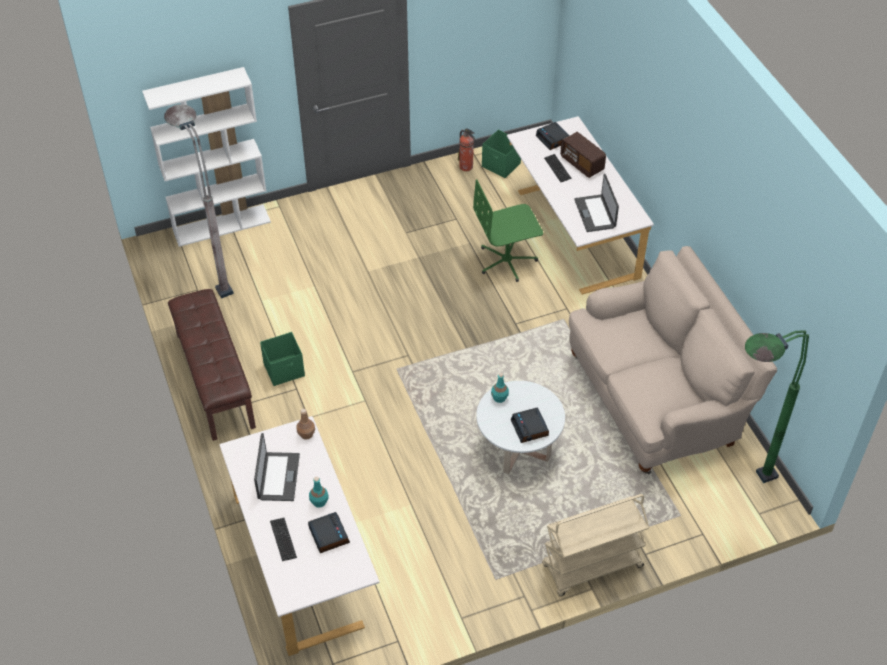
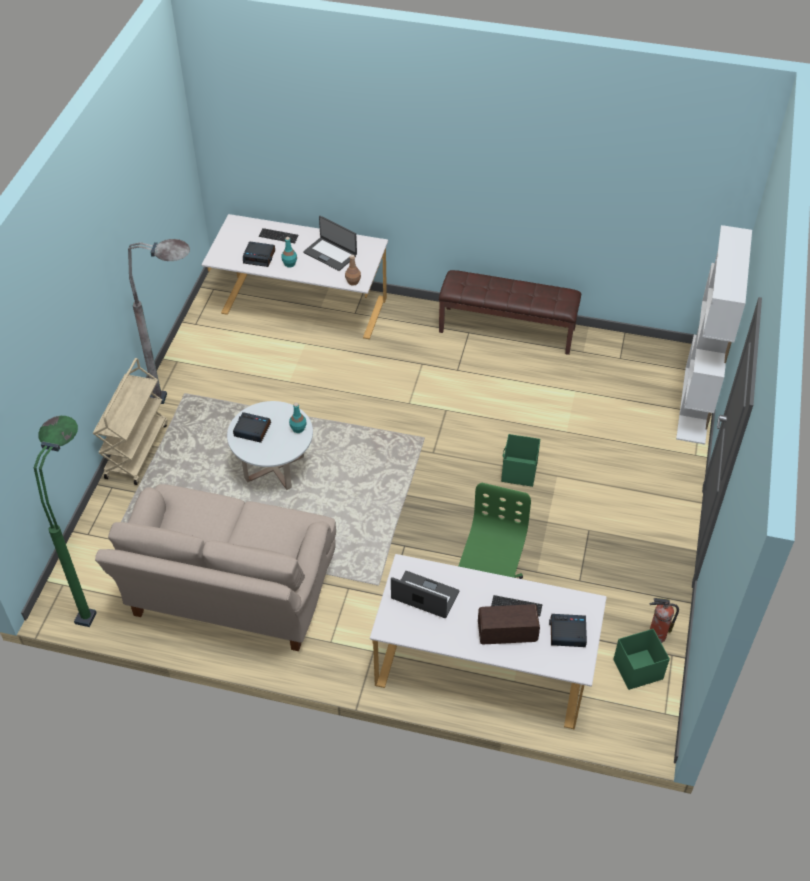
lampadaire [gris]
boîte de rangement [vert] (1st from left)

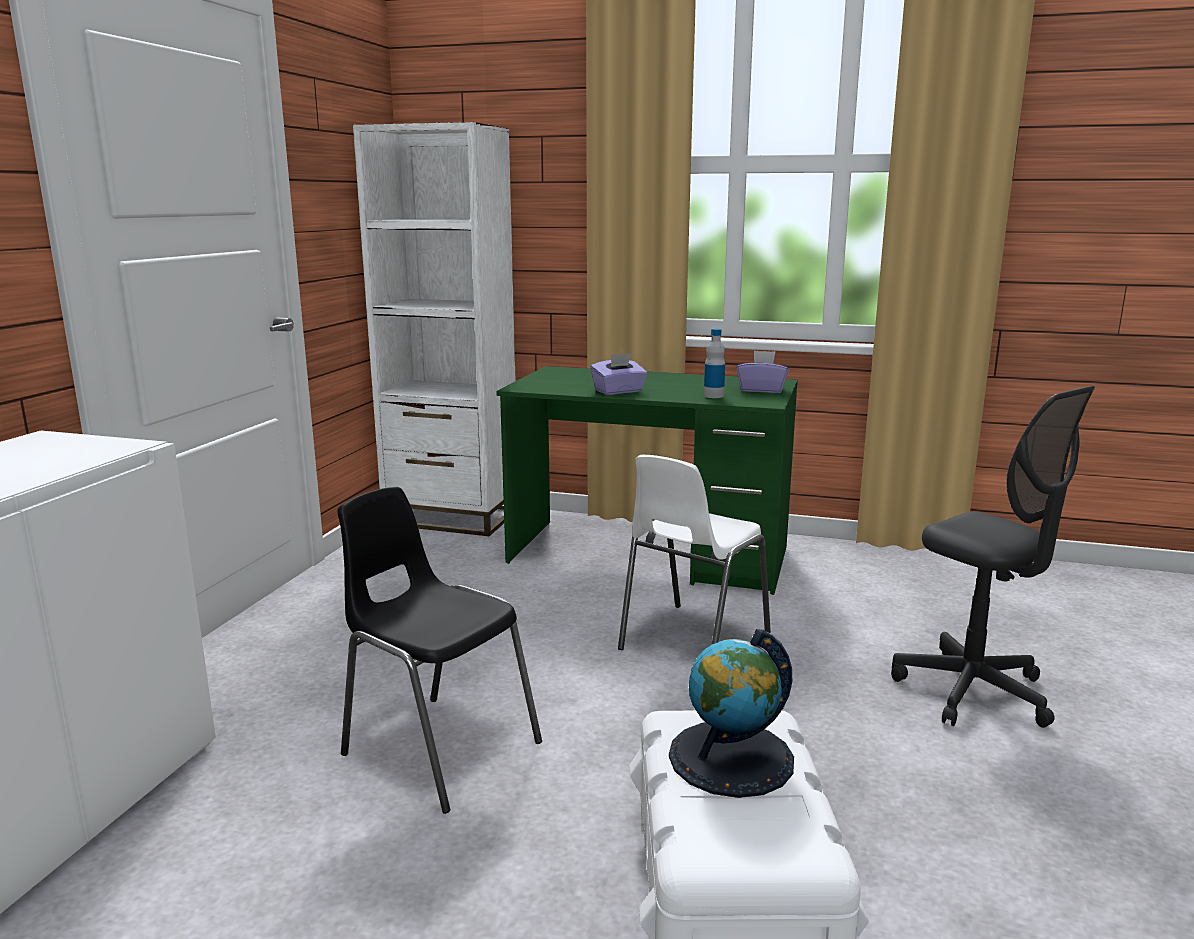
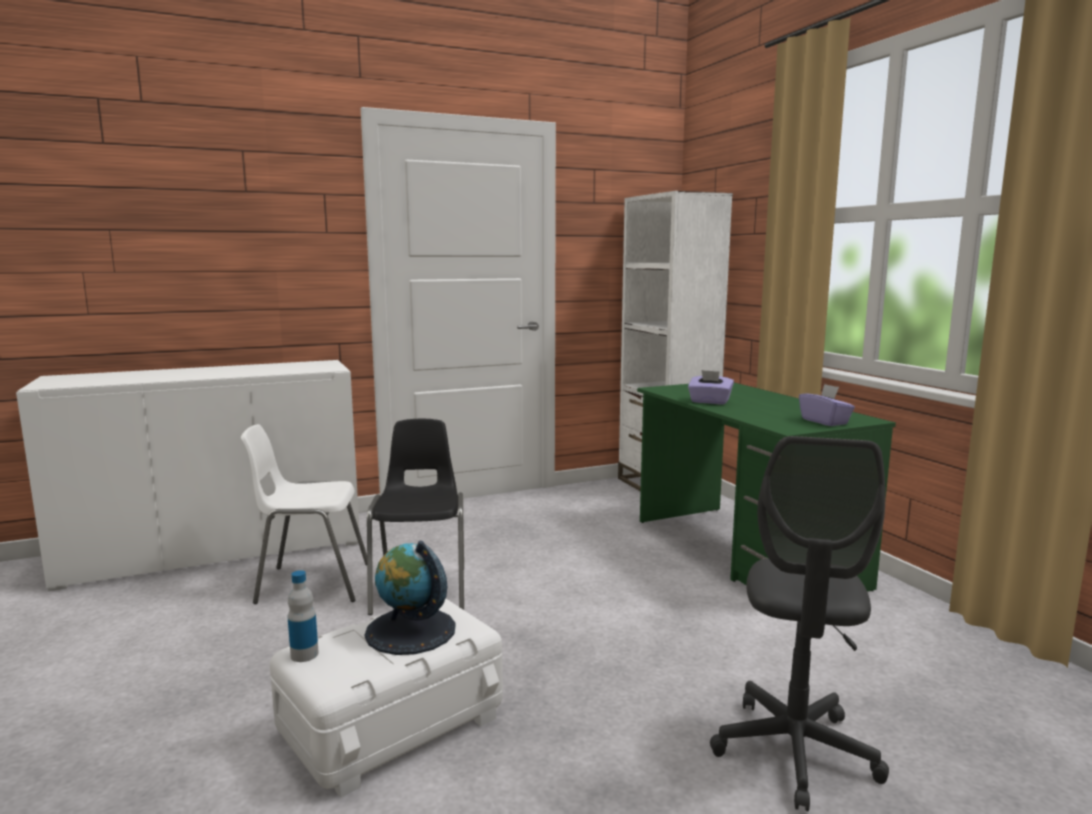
chaise [blanc]
bouteille

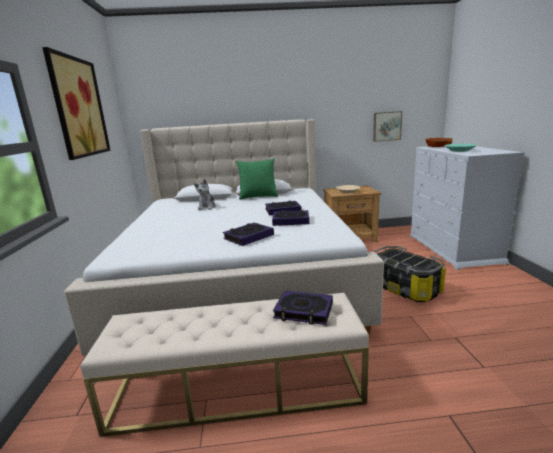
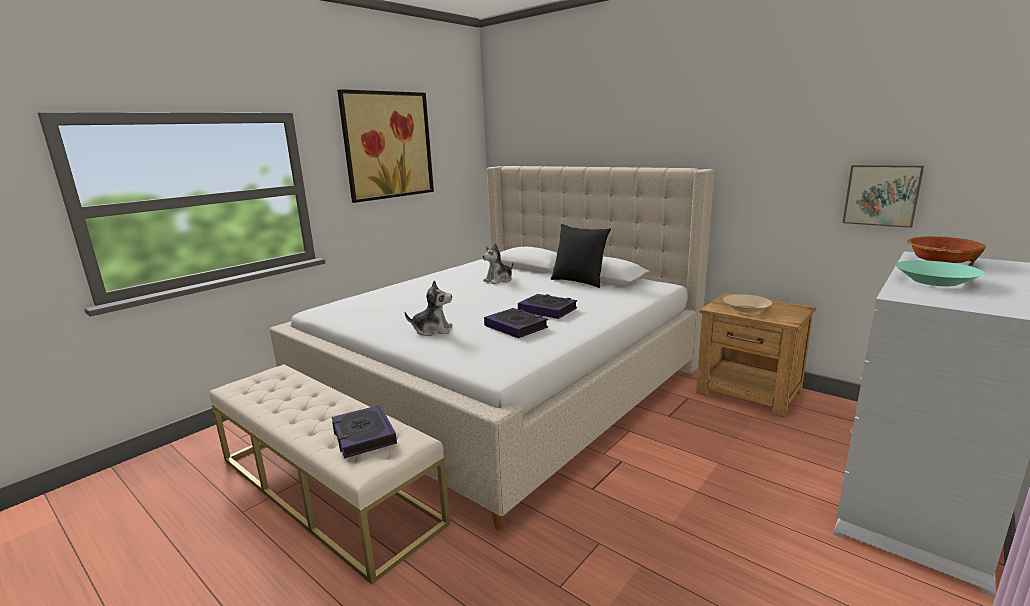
peluche (1st from left)
coussin [noir]
boîte de rangement

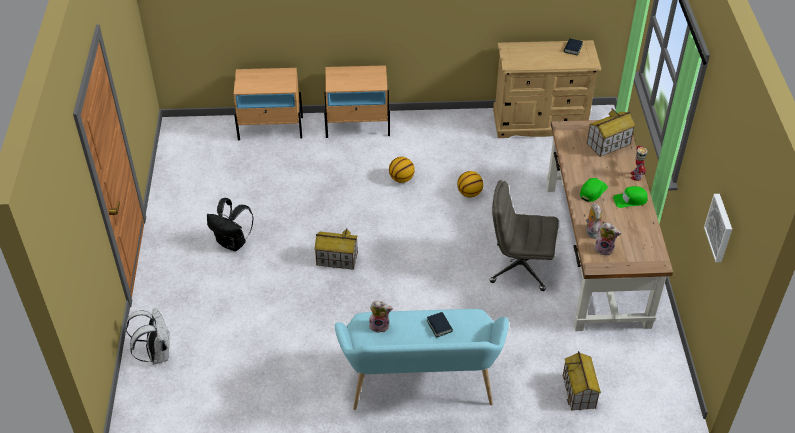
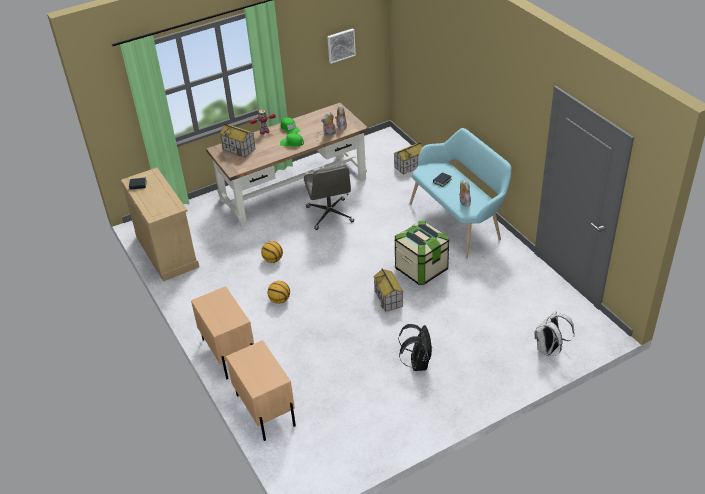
boîte de rangement

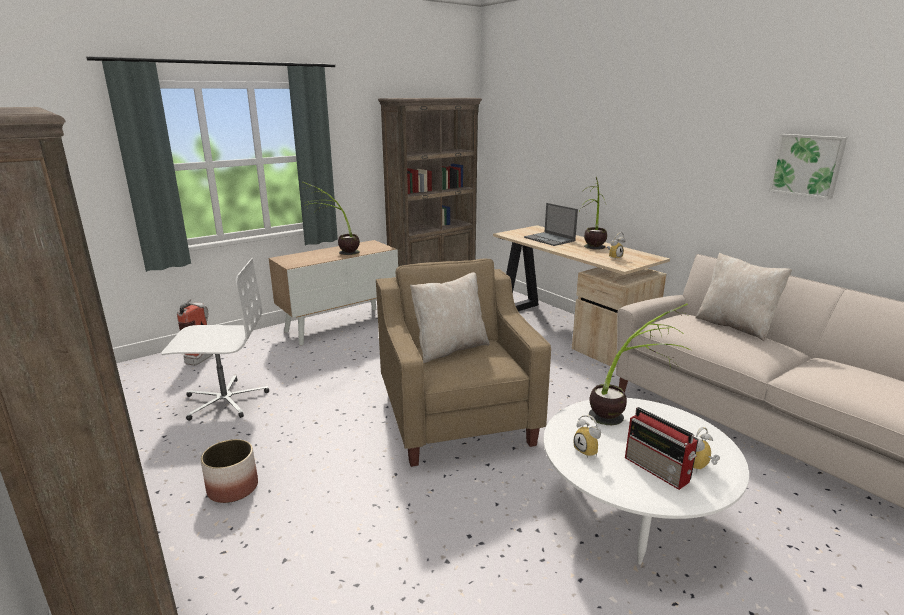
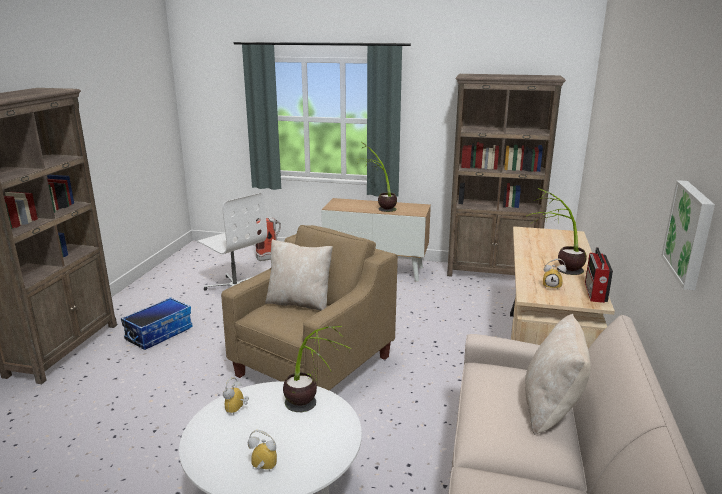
boîte de rangement
ordinateur portable
radio

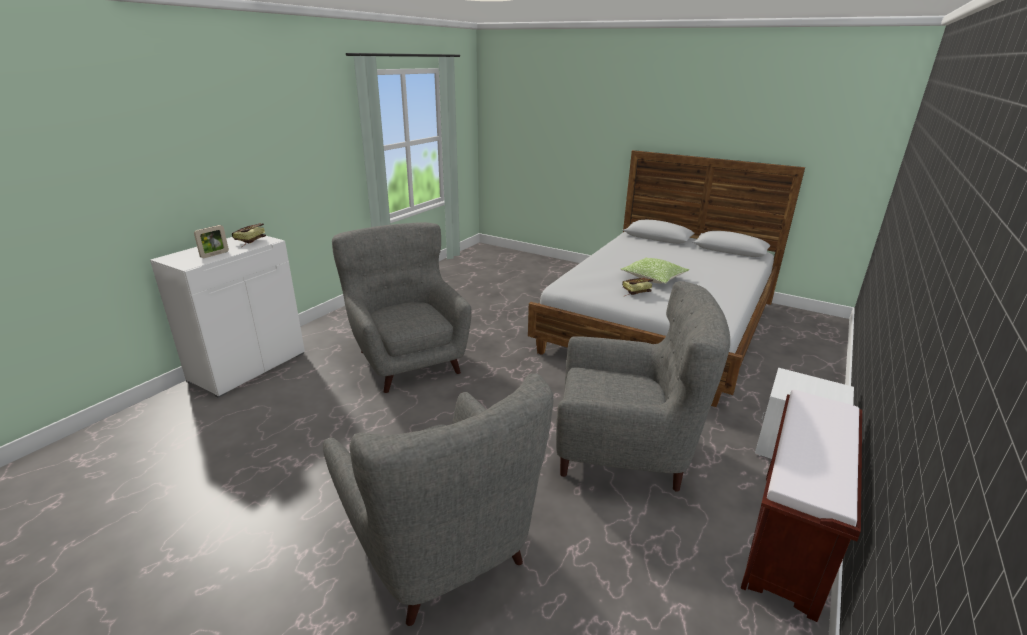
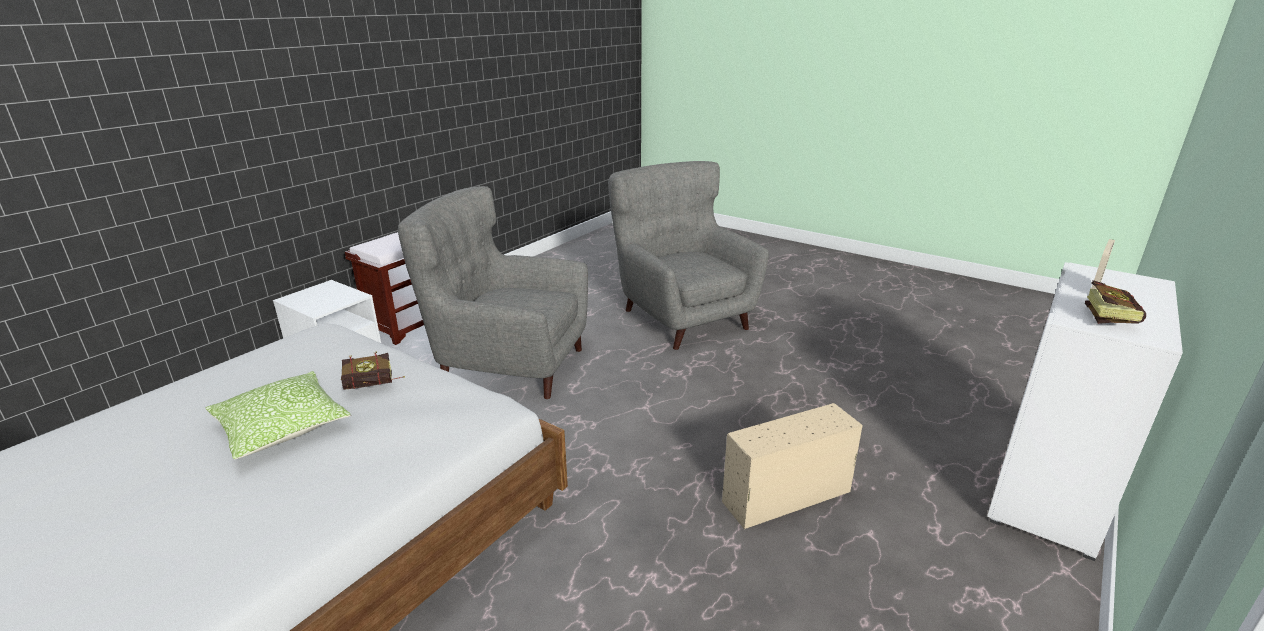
boîte de rangement [beige]

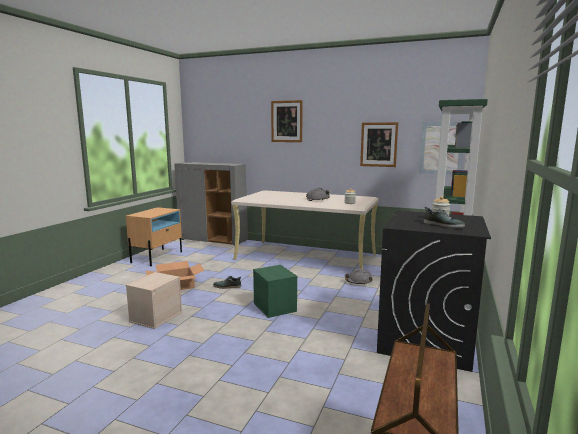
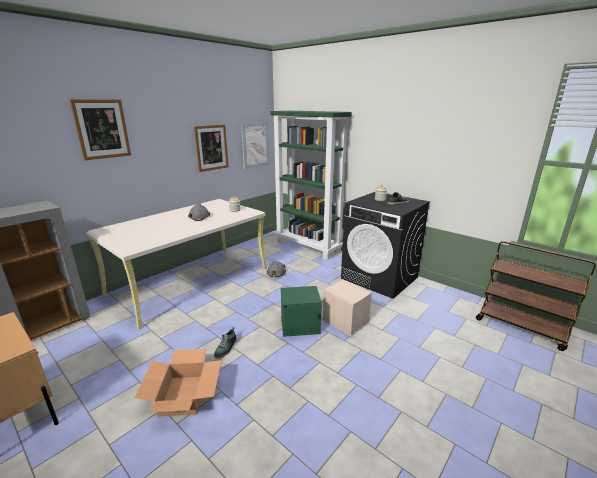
boîte de rangement [beige]

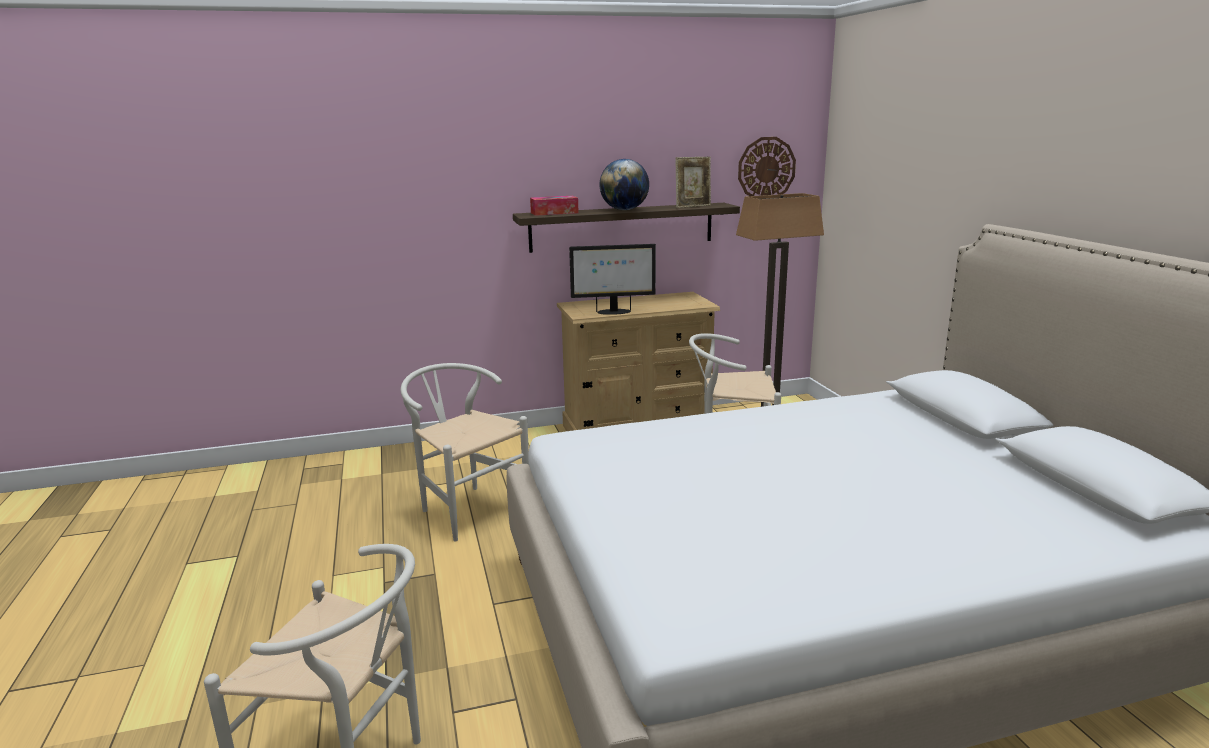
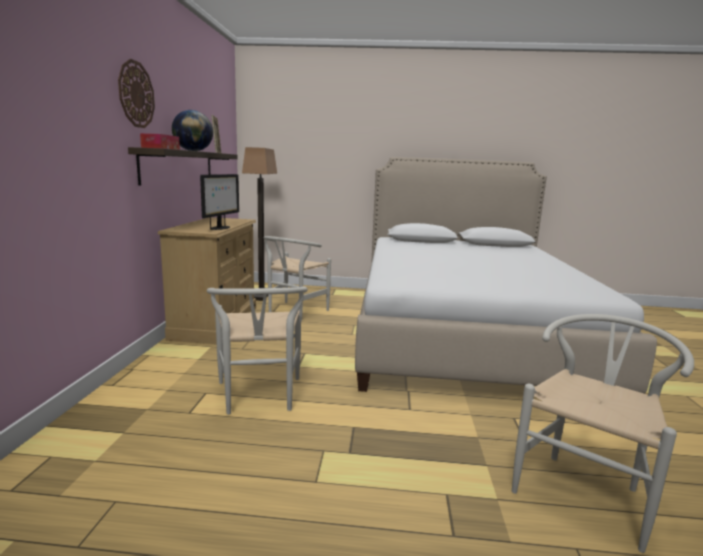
chaise [blanc] (1st from left)
horloge murale

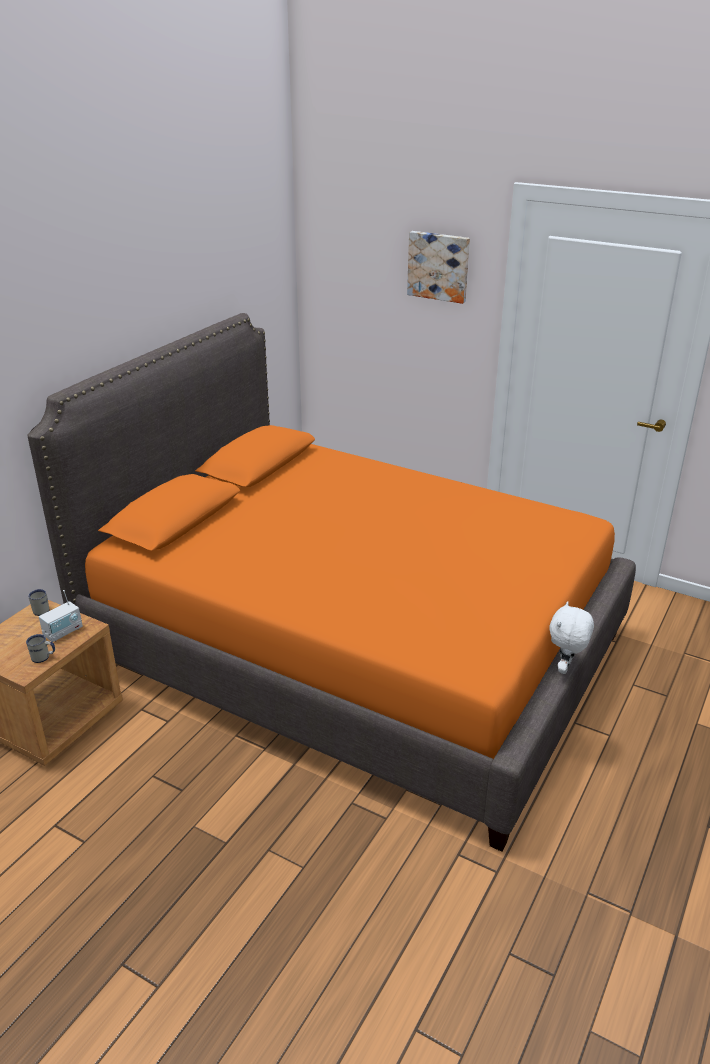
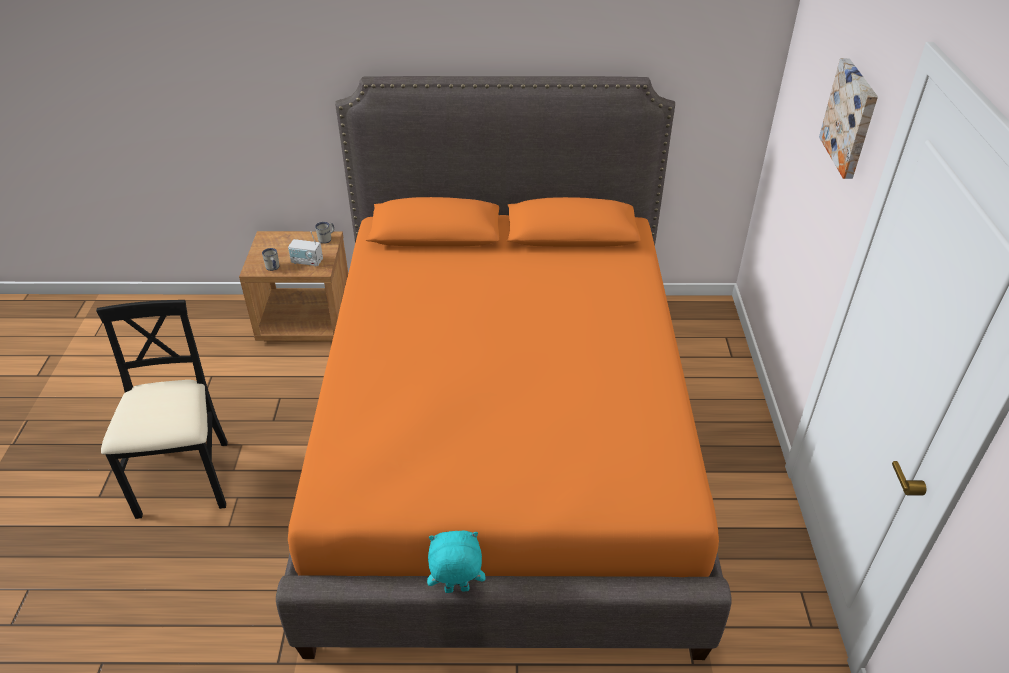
peluche [turquoise]
chaise [noir]

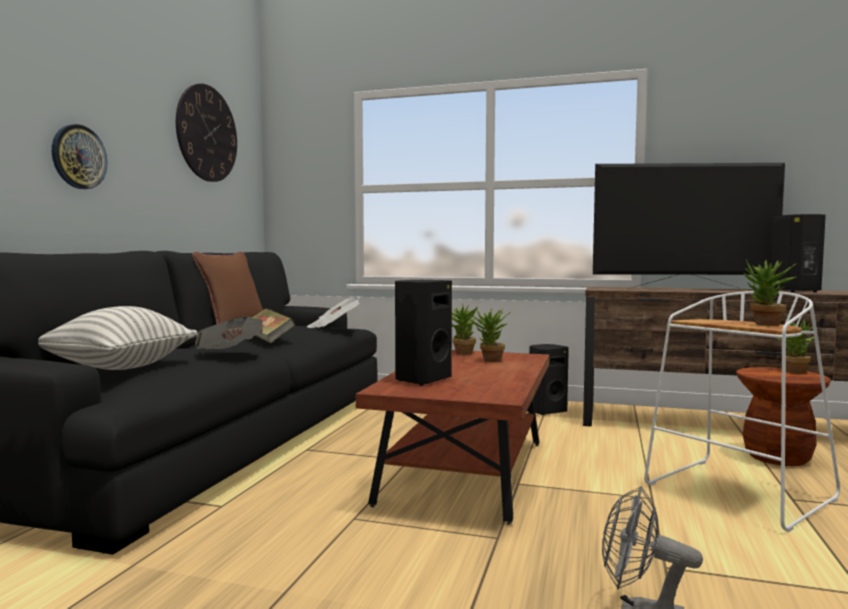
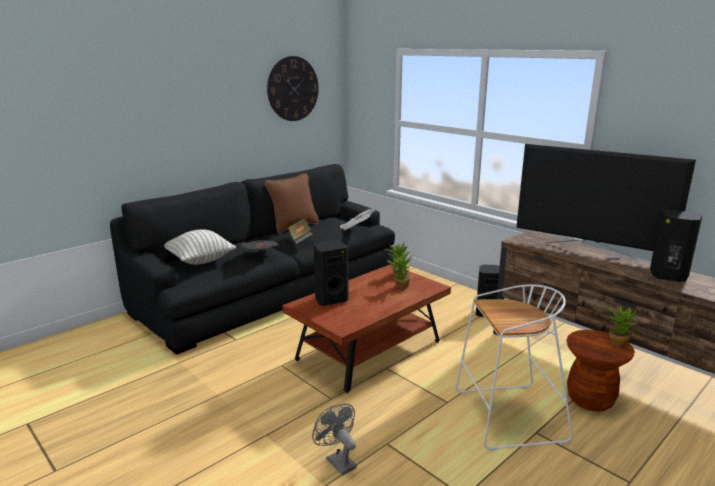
horloge murale (1st from left in the first image)
plante en pot (3rd from left in the first image)

